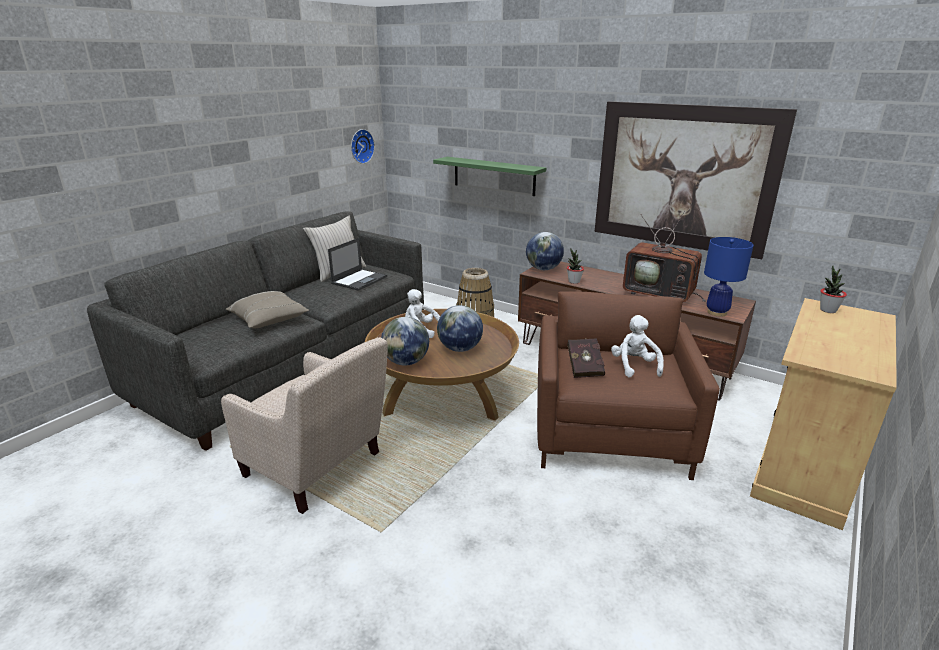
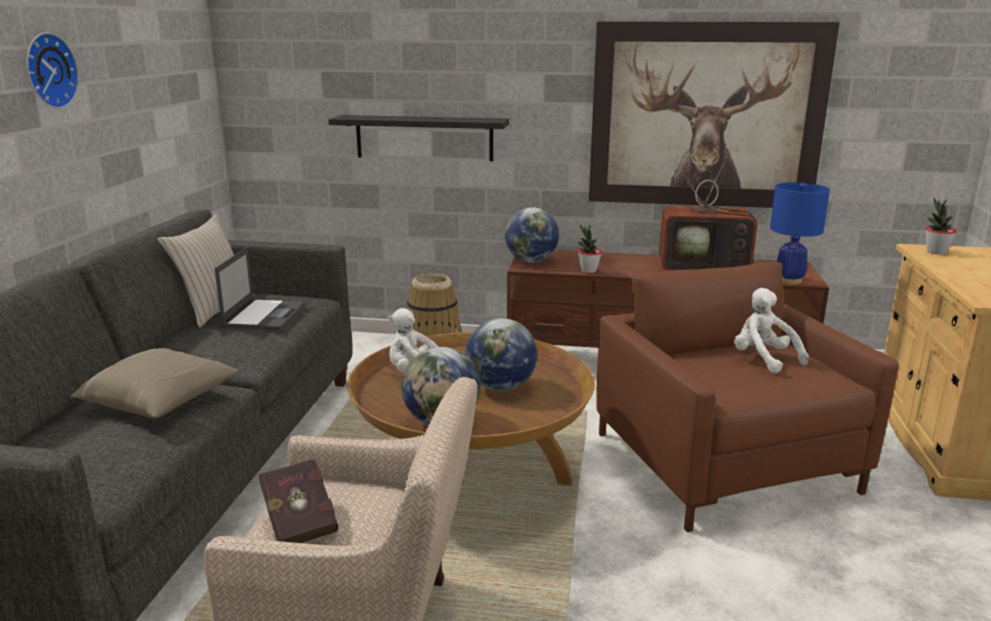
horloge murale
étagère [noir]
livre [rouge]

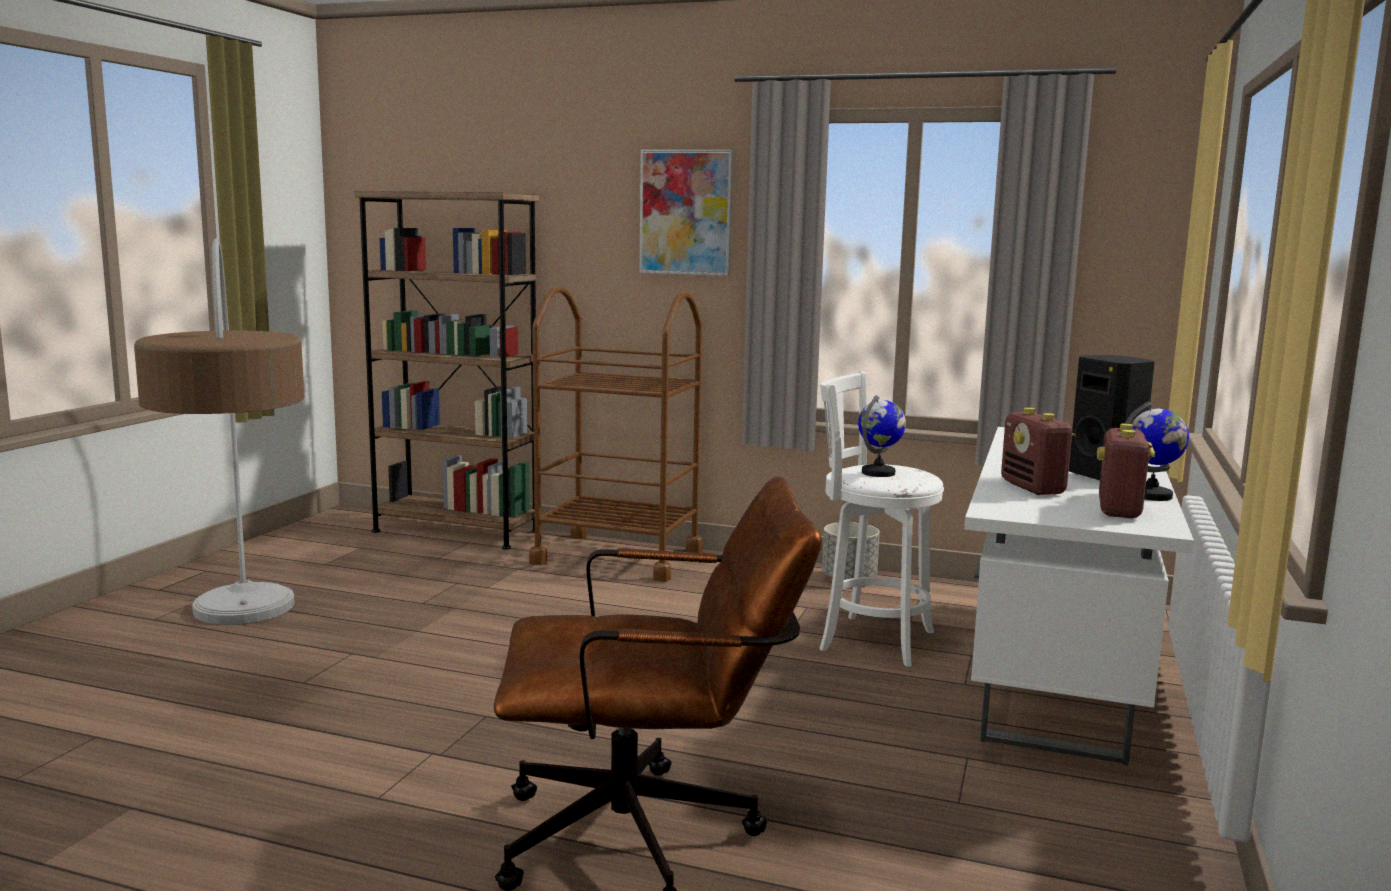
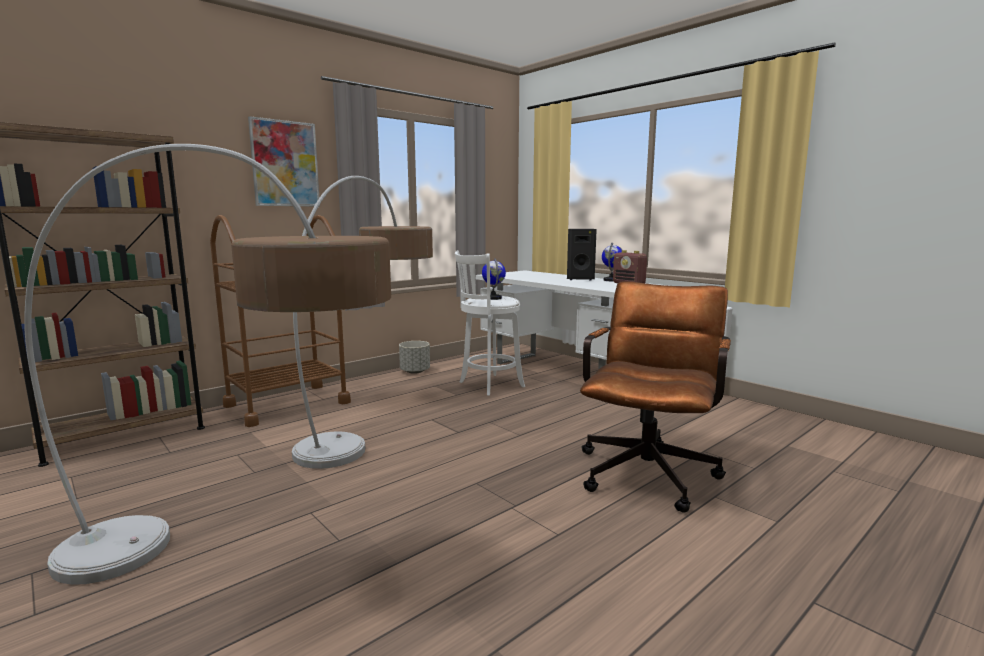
radio (1st from left in the first image)
lampadaire (2nd from left)

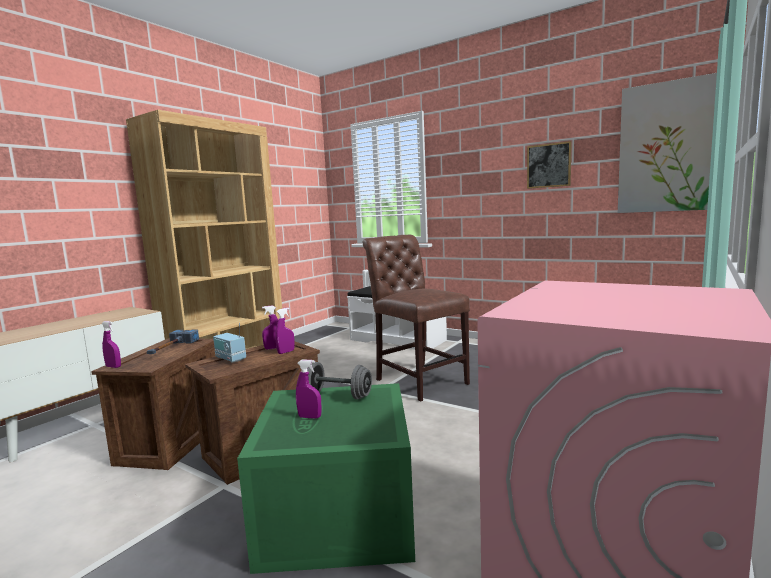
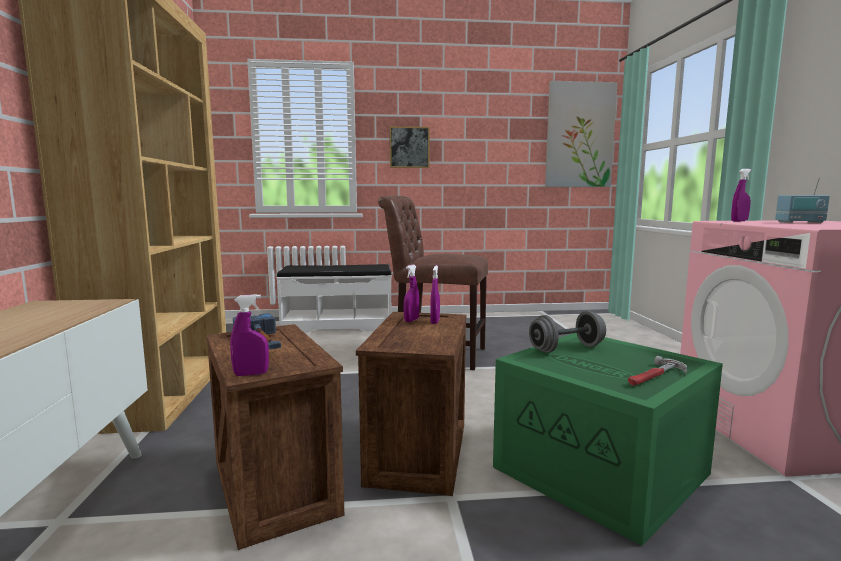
radio
vaporisateur [violet] (4th from left)
tableau (1st from left)
marteau (2nd from left)

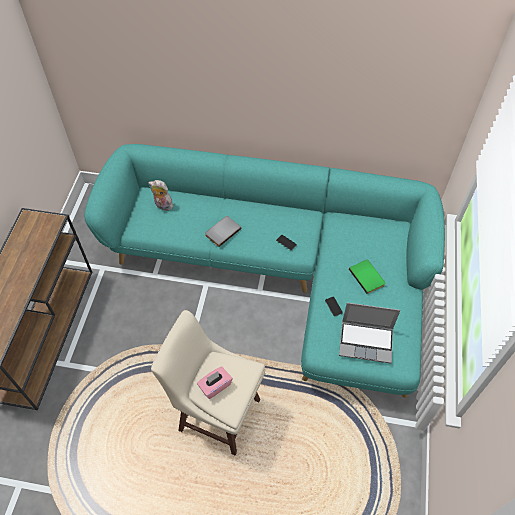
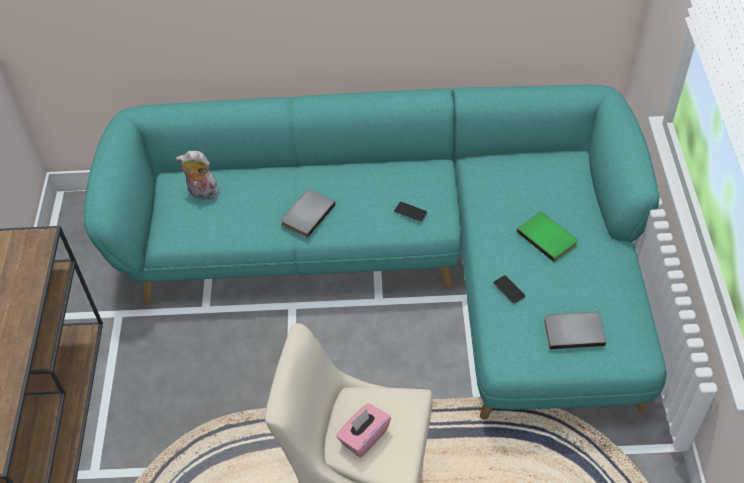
livre [gris] (2nd from left)

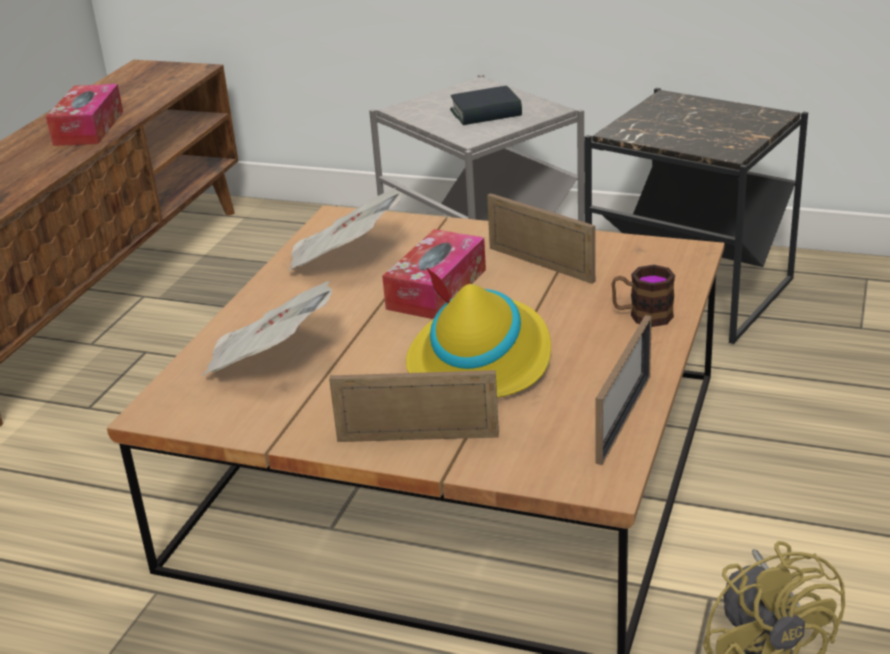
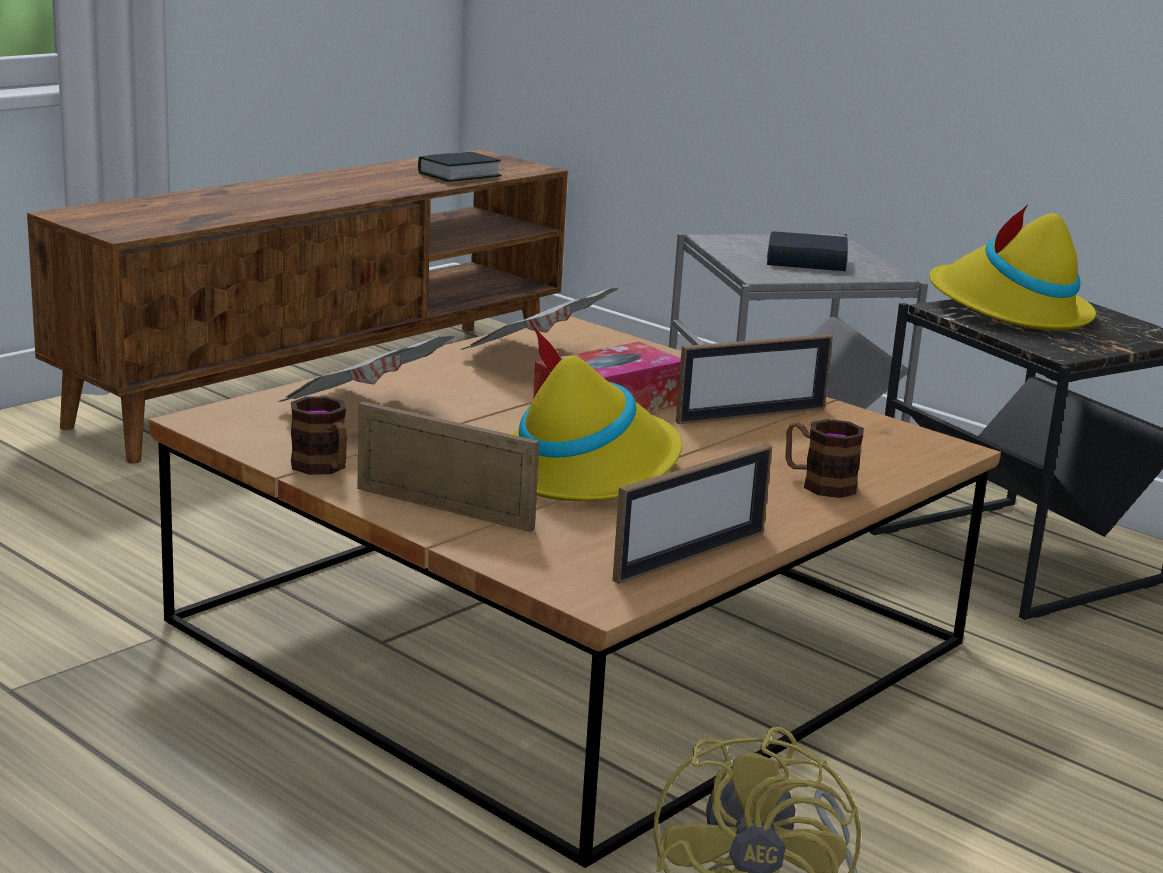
boîte à mouchoirs (1st from left in the first image)
cadre photo (3rd from left)
mug (1st from left)
livre (1st from left)
chapeau [jaune] (2nd from left)

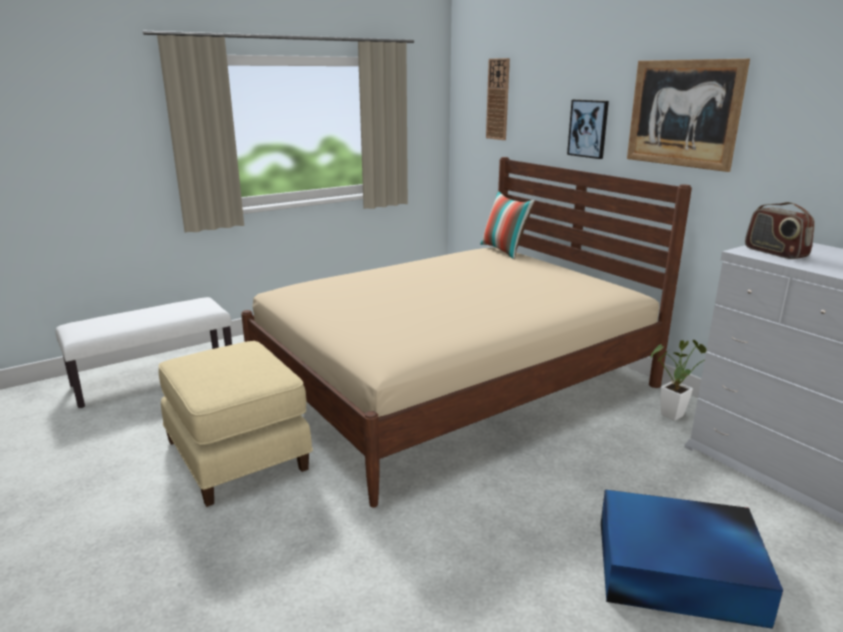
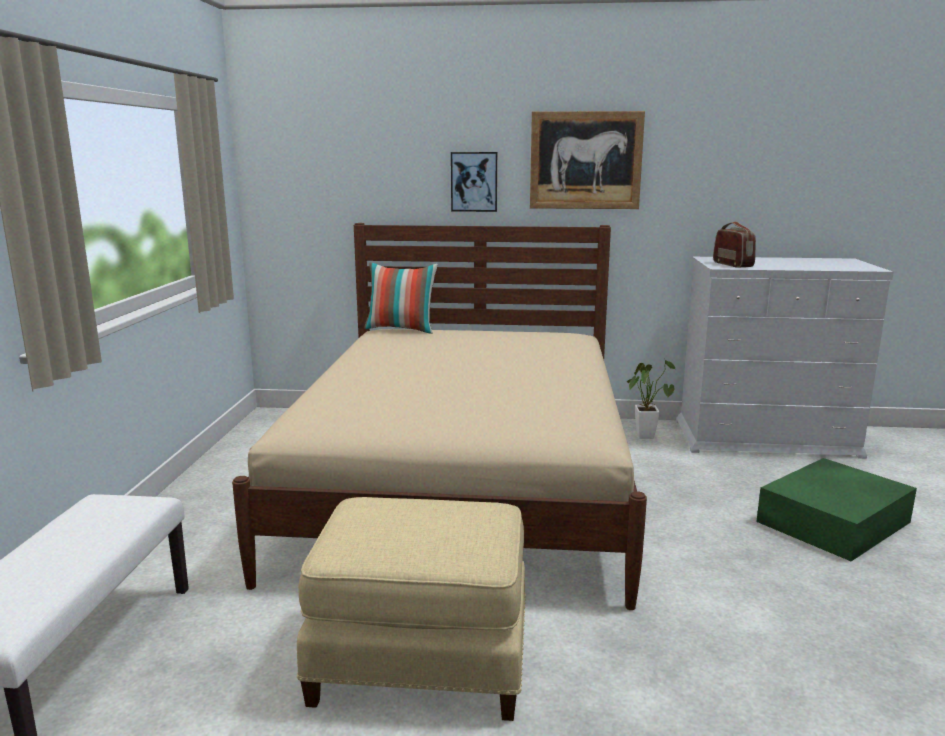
horloge murale
boîte de rangement [vert]
radio

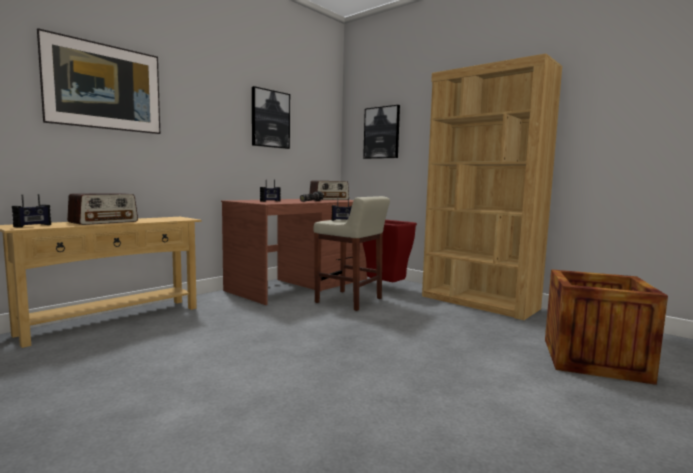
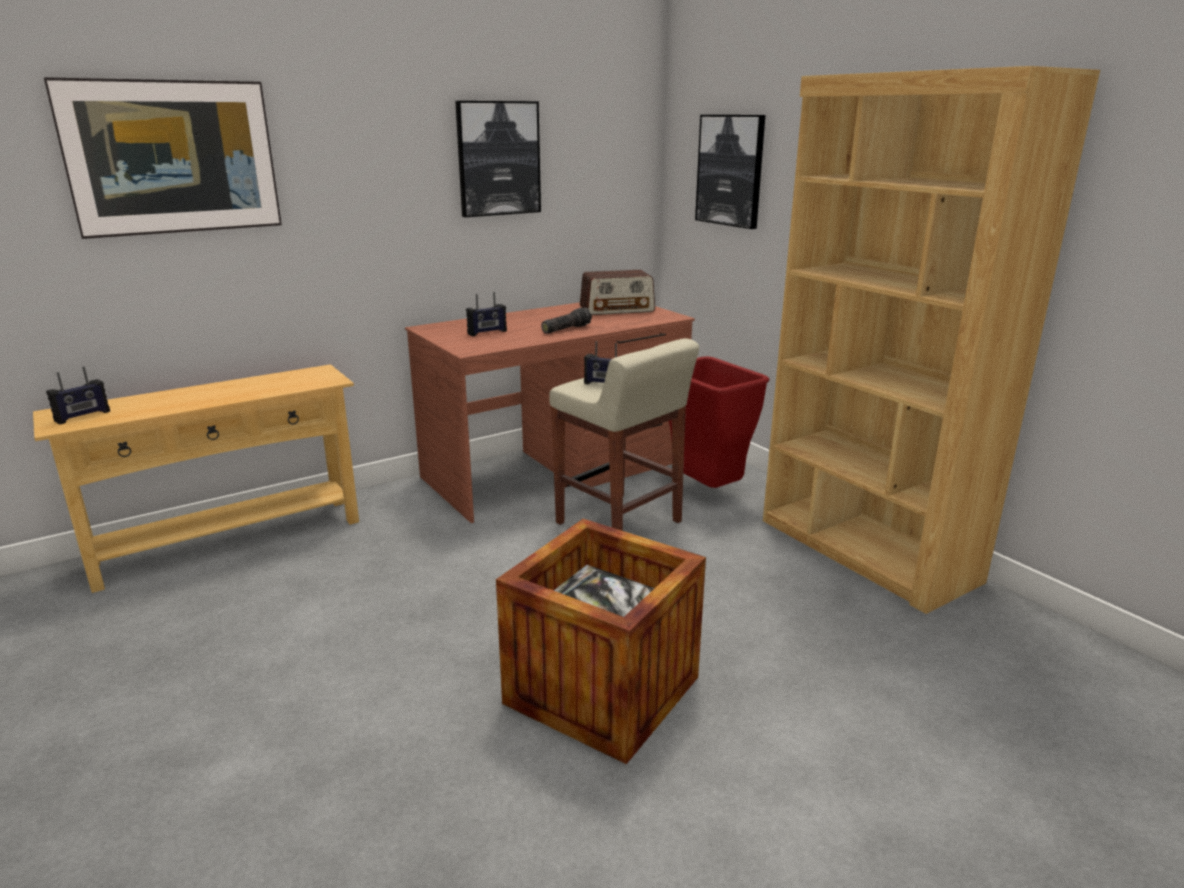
radio (2nd from left in the first image)
caisse

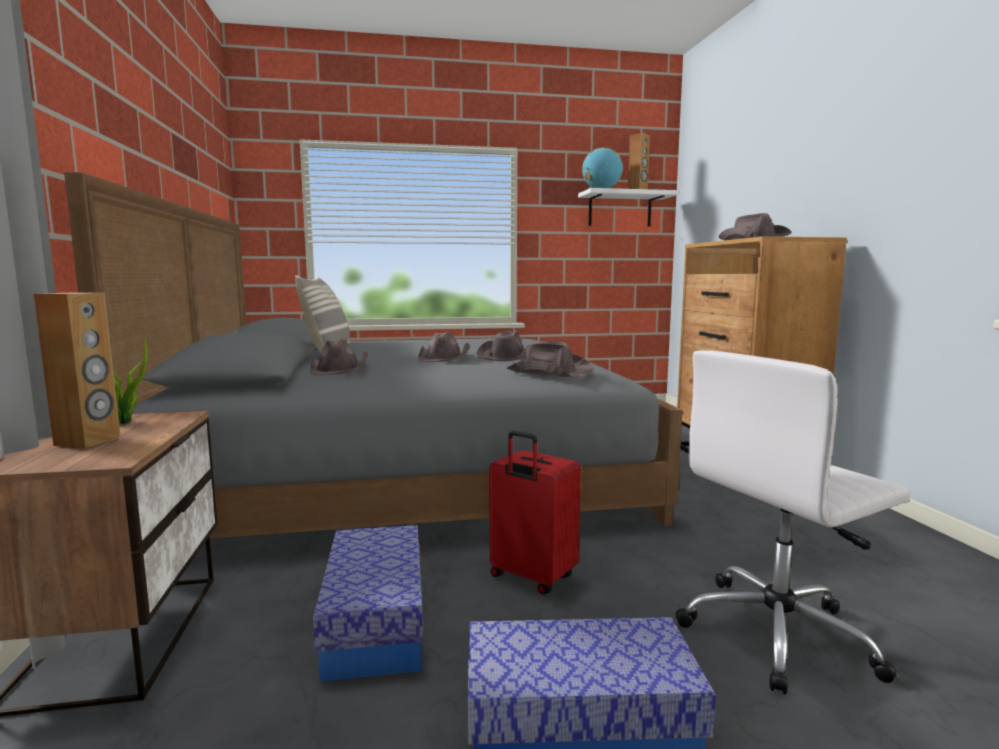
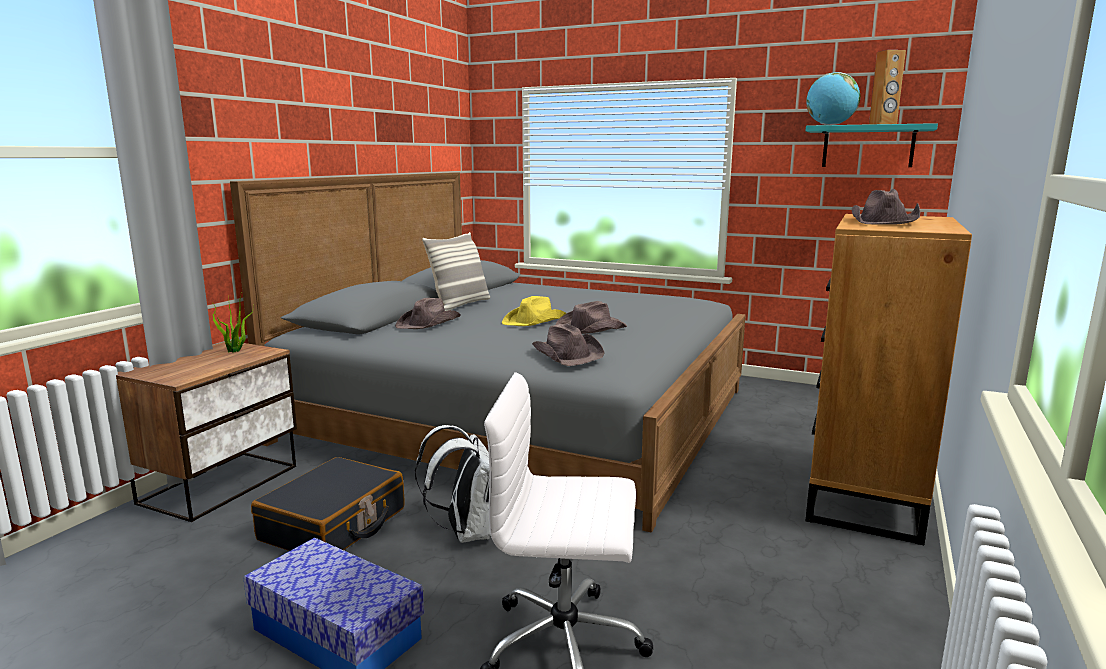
enceinte [marron] (1st from left in the first image)
valise [noir]
chapeau [jaune]
sac à dos [blanc]
étagère [turquoise]

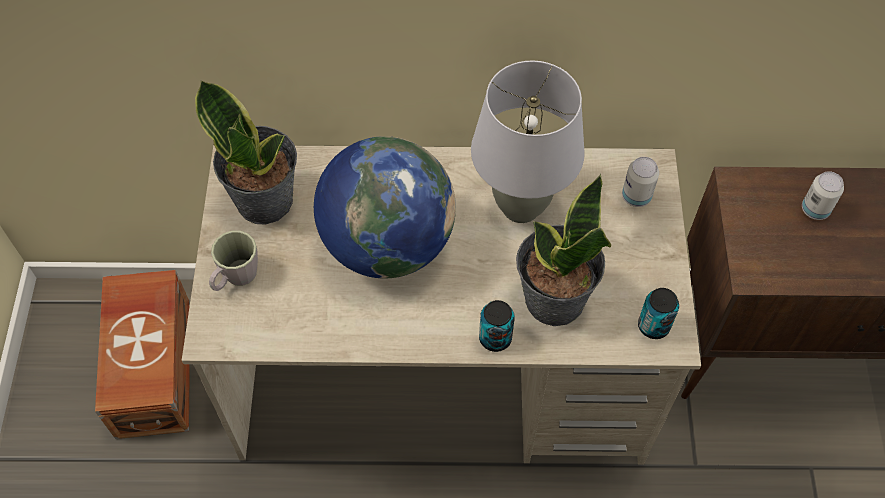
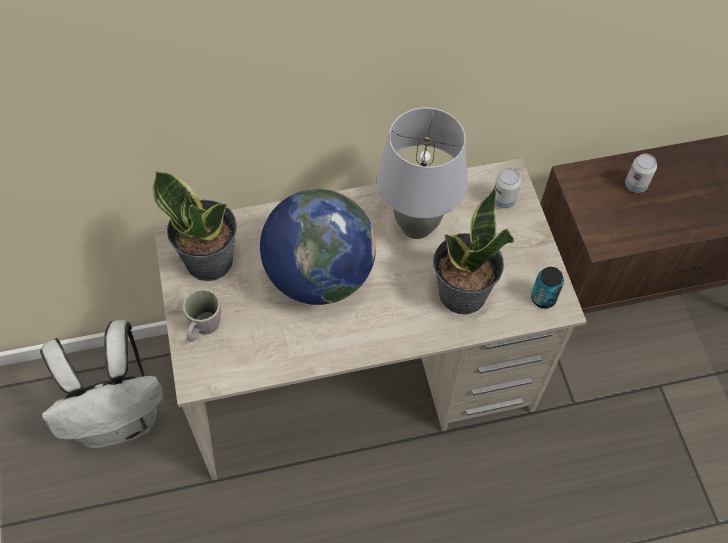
sac à dos [blanc]
boîte métallique (1st from left in the first image)

